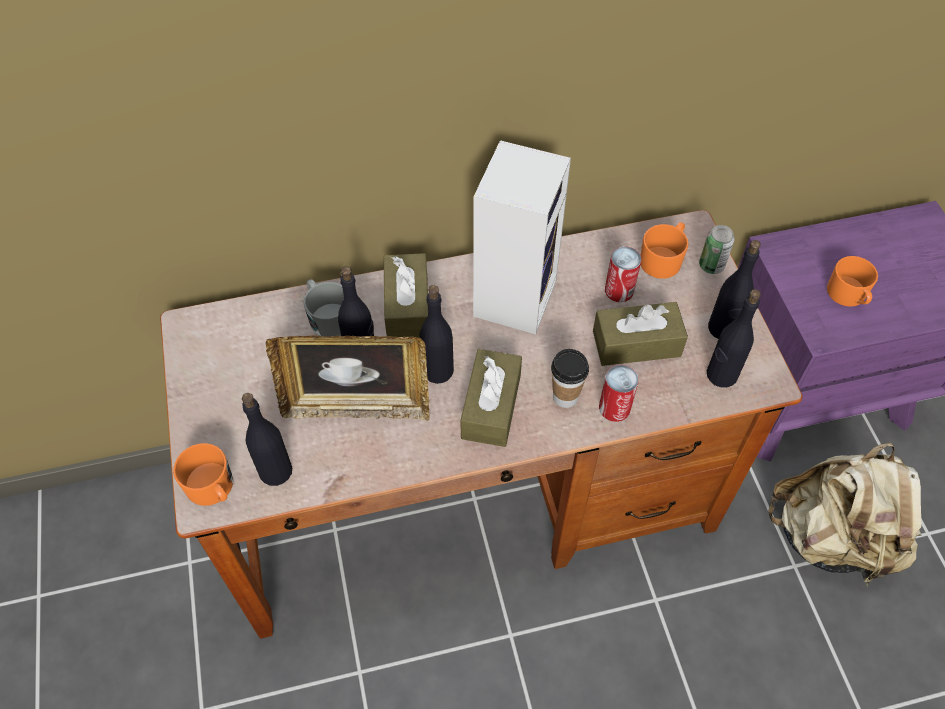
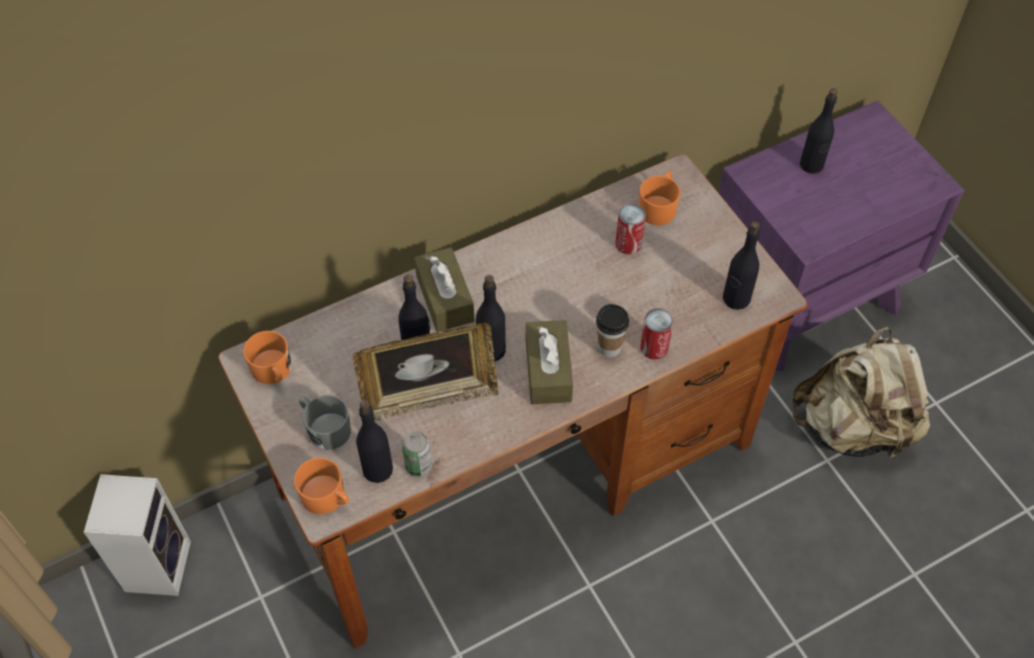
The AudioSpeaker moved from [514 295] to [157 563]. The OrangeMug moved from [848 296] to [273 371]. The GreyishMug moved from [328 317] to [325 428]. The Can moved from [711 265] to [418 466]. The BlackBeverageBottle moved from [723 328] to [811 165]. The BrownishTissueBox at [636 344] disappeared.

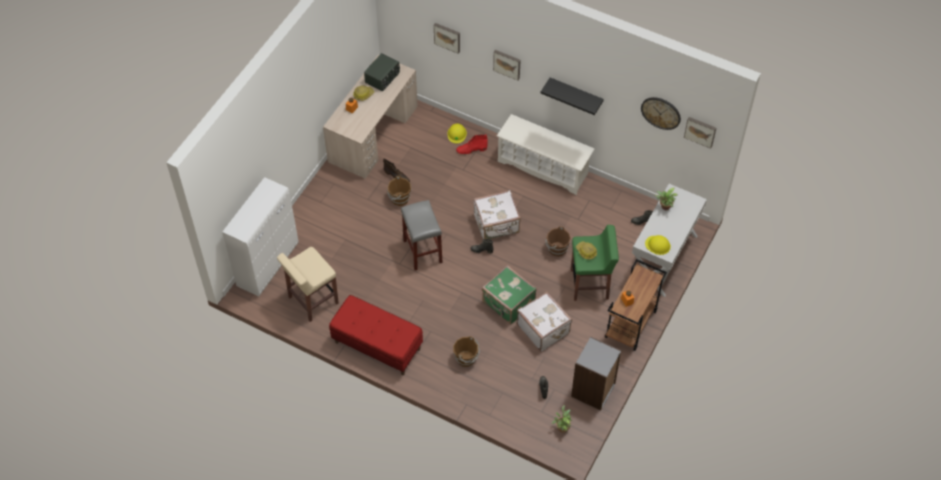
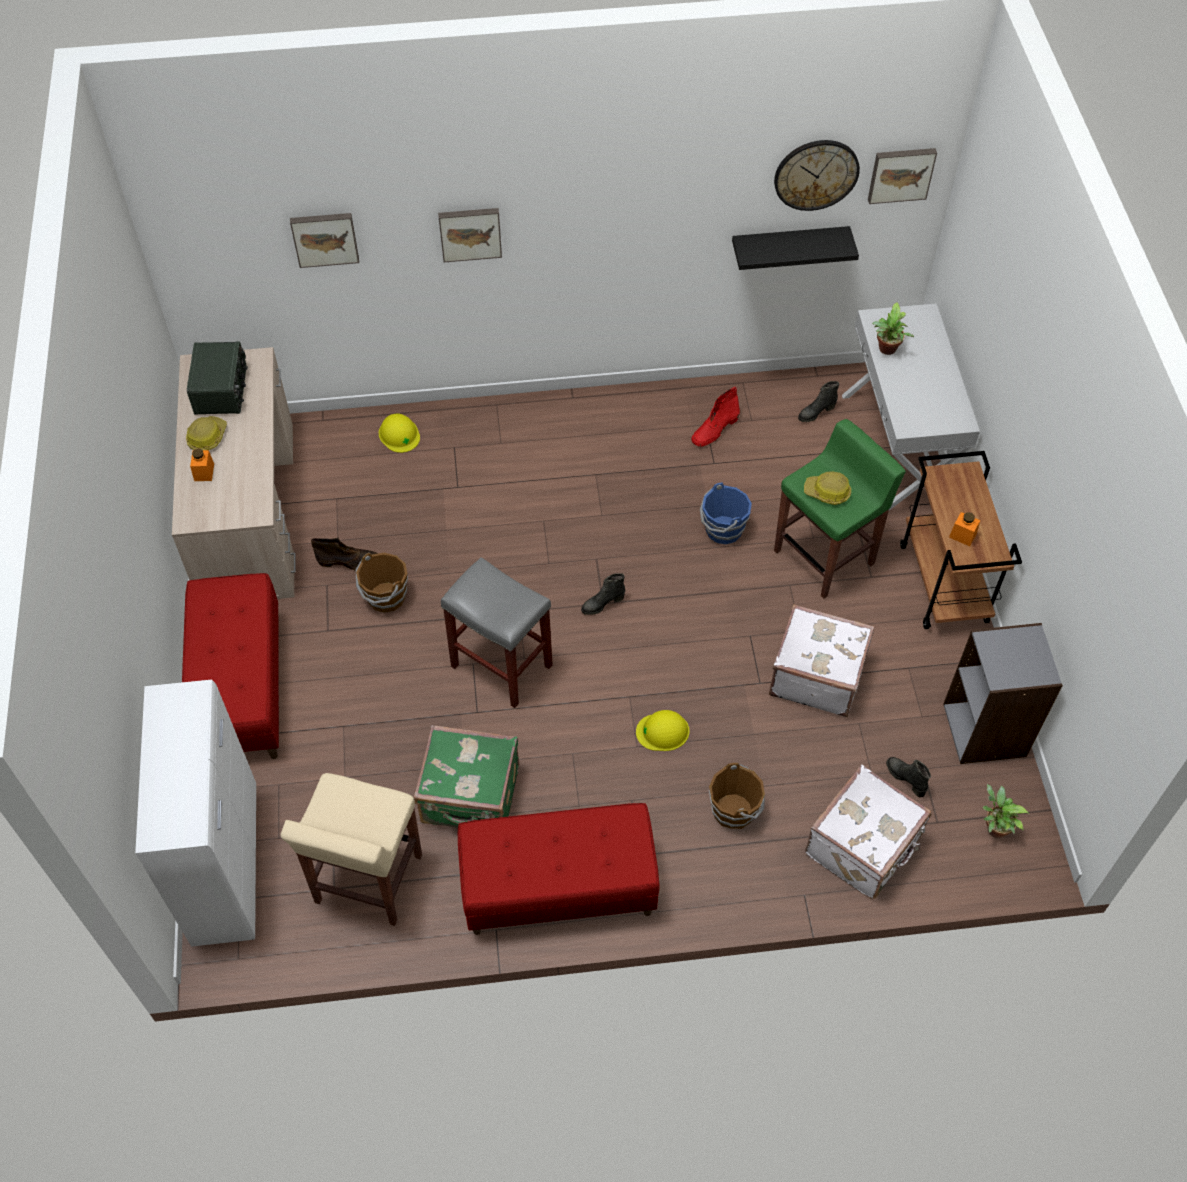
The RedIndoorBench at [241 690] appeared. The GreenColouredPieceOfLuggage moved from [508 303] to [471 797]. The YellowColouredSafetyHelmet moved from [658 245] to [663 731]. The RedHighTopBoot moved from [471 149] to [714 430]. The BrownishPail at [556 249] became the BlueColouredPail at [722 530]. The BlackBracketShelf moved from [576 94] to [789 245]. The WhitishPieceOfLuggage moved from [497 224] to [864 847]. The WhitishShoeRack at [543 167] disappeared.

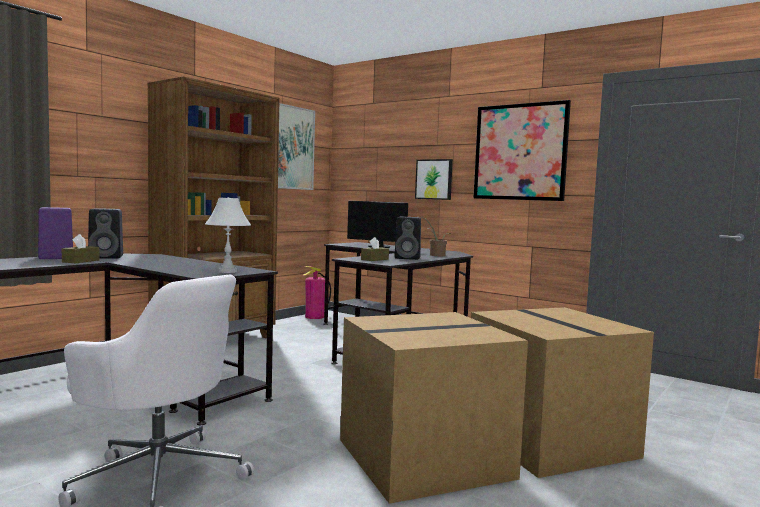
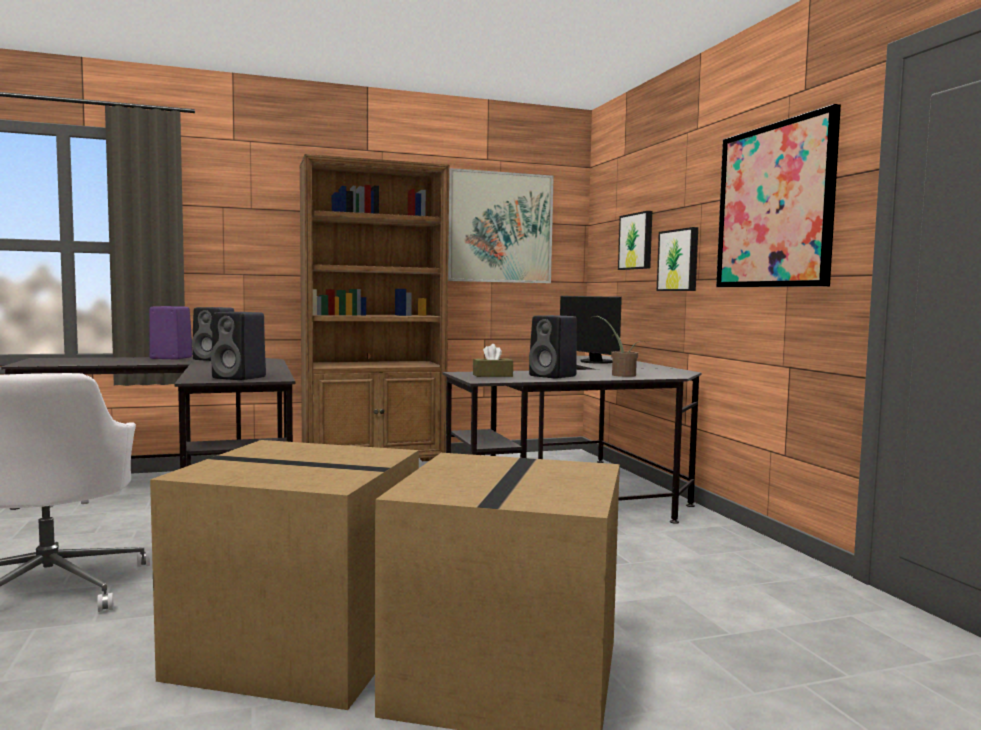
The WhitishTabletopLamp at [227 271] was replaced by the BlackAudioSpeaker at [241 378]. The WallArt at [637 241] appeared. The BrownishTissueBox at [81 261] disappeared. The Extinguisher at [314 317] disappeared.

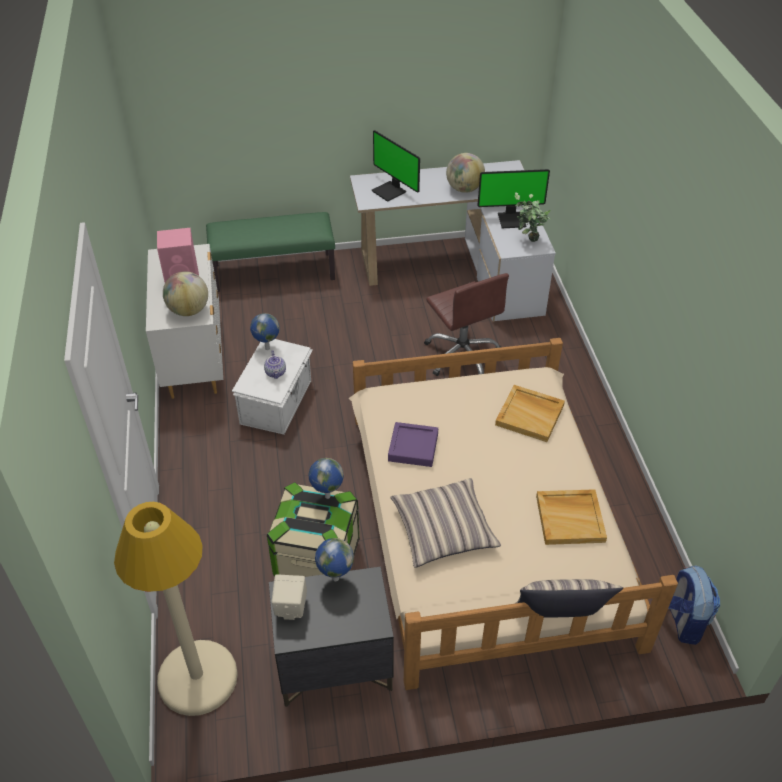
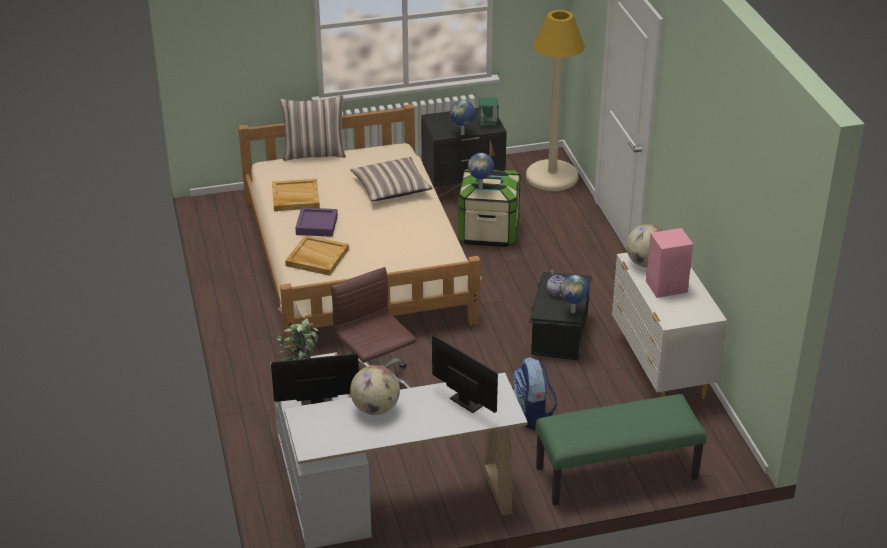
The PurpleCarryingTray moved from [413 447] to [317 225]. The BeigeAudioSpeaker at [290 607] became the GreenColouredAudioSpeaker at [488 121]. The Backpack moved from [682 620] to [532 415]. The WhitishStorageBox at [277 402] became the BlackStorageBox at [558 334].

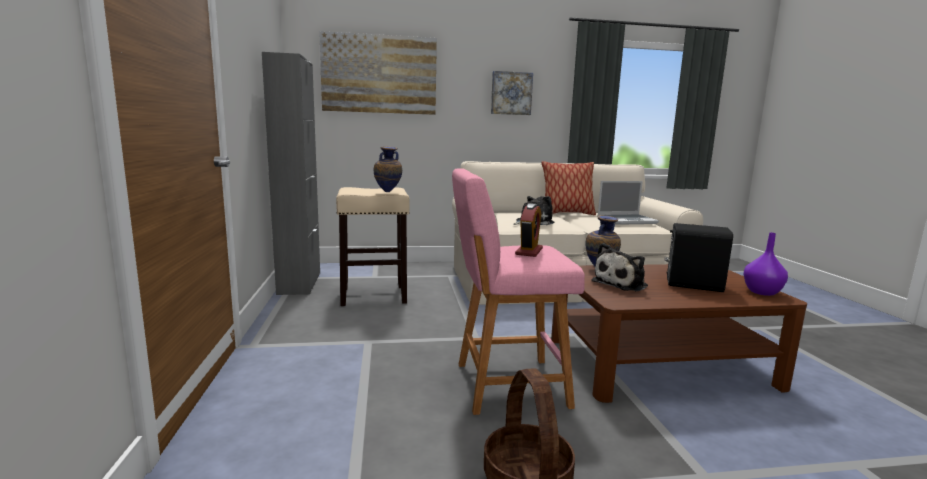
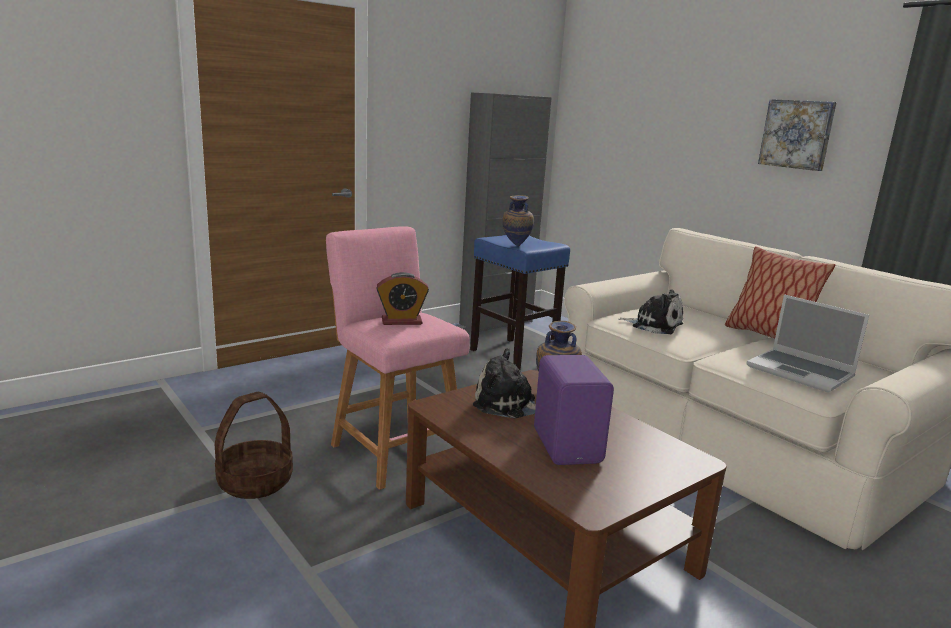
The BeigeSittingStool at [374 295] became the BlueColouredSittingStool at [514 354]. The BlackAudioSpeaker at [692 284] became the PurpleAudioSpeaker at [569 446]. The WallArt at [379 74] disappeared. The PurpleDecorativeVase at [763 292] disappeared.

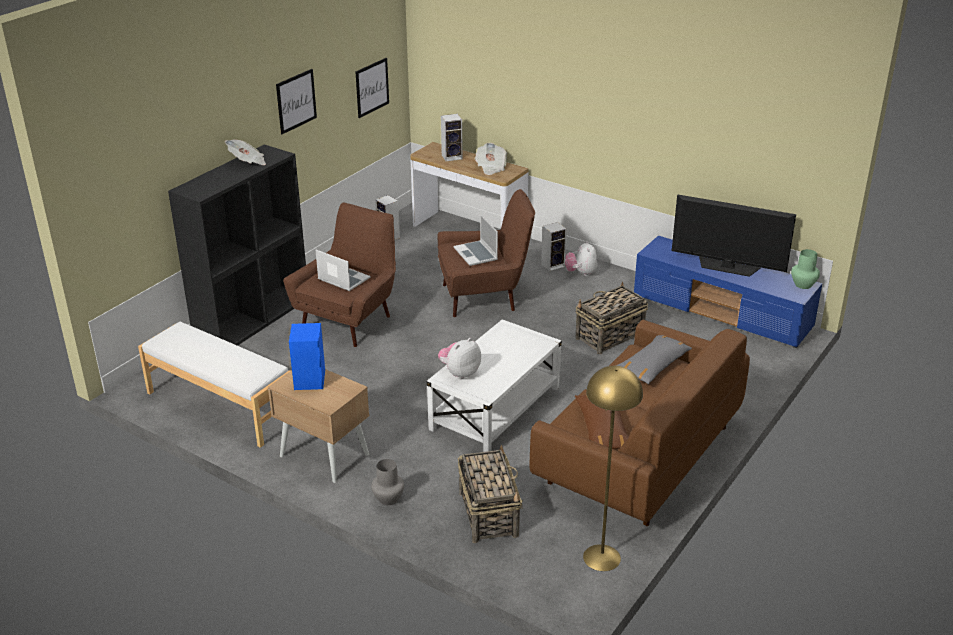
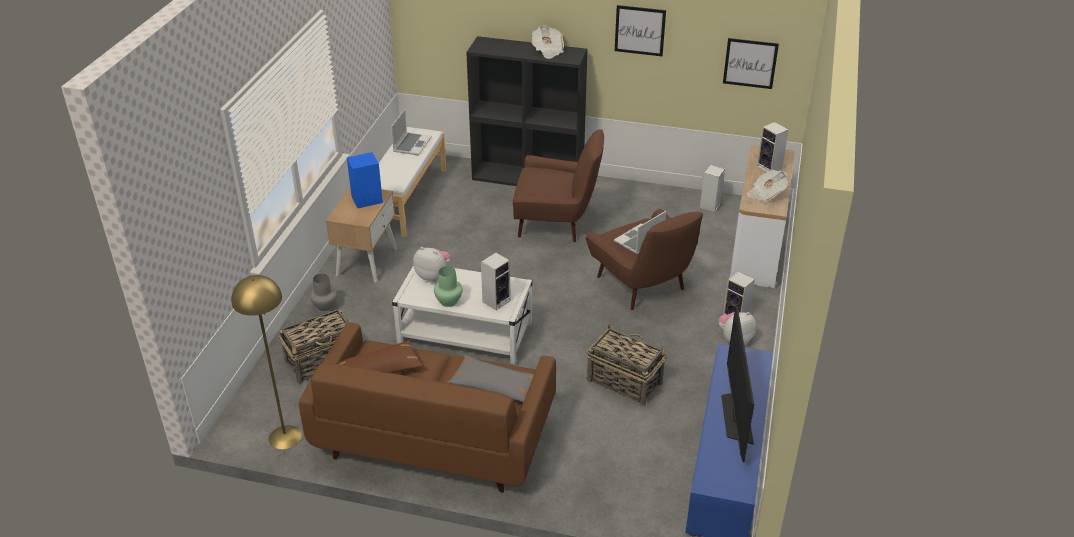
The PortableComputer moved from [343 279] to [411 144]. The GreenColouredDecorativeVase moved from [803 285] to [448 301]. The AudioSpeaker at [496 300] appeared.

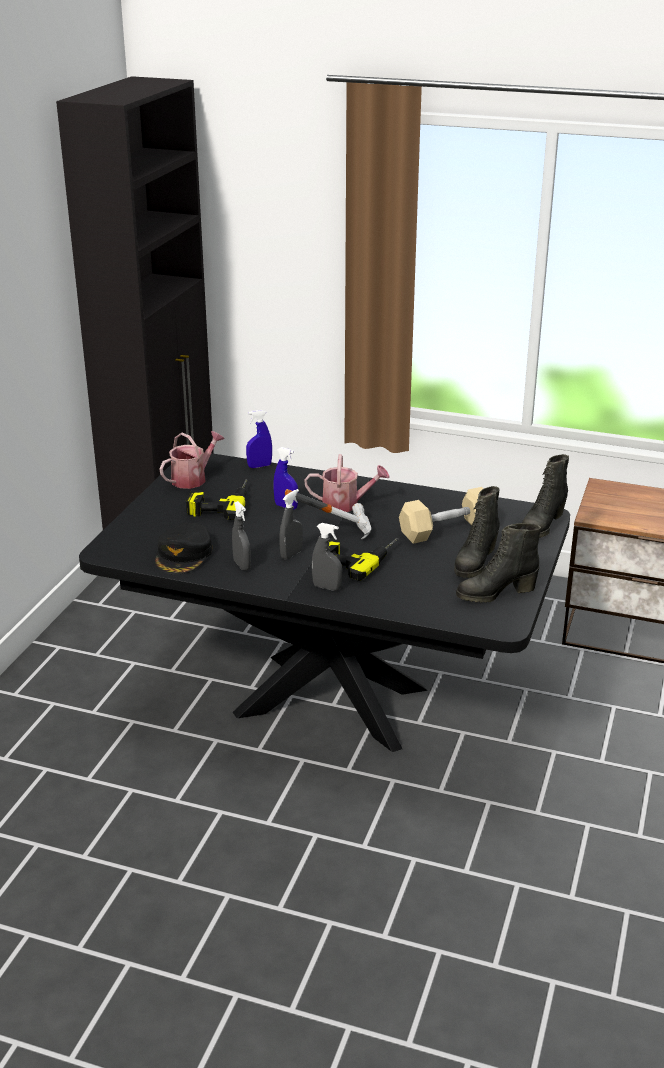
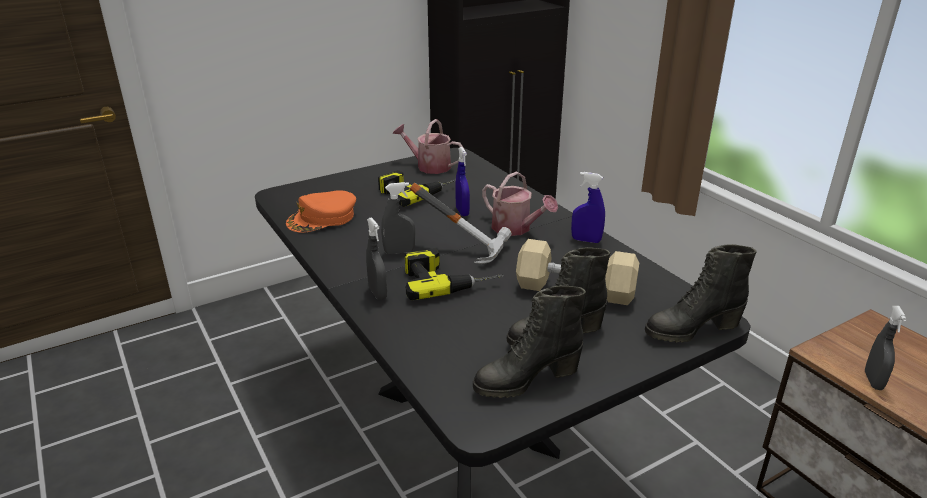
The BlackCap at [184 555] became the OrangeCap at [322 218]. The WateringPot at [193 478] turned 150 degrees counterclockwise. The BlackHighTopBoot at [495 593] turned 45 degrees counterclockwise. The BlueColouredSprayer moved from [259 466] to [586 240]. The GreyishSprayer moved from [242 565] to [873 381].

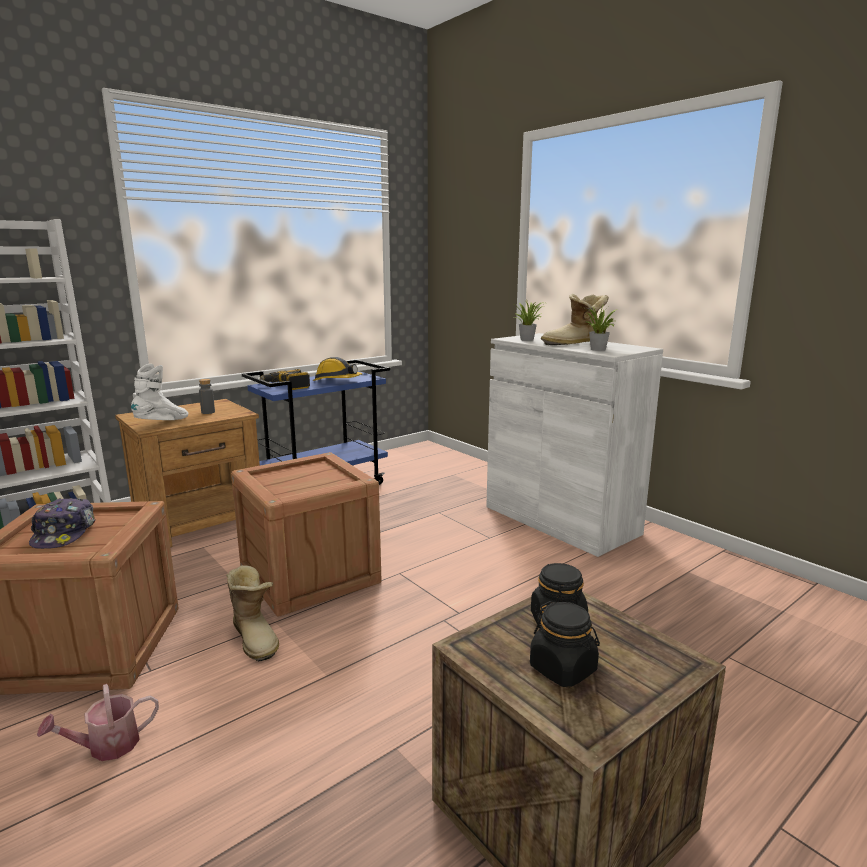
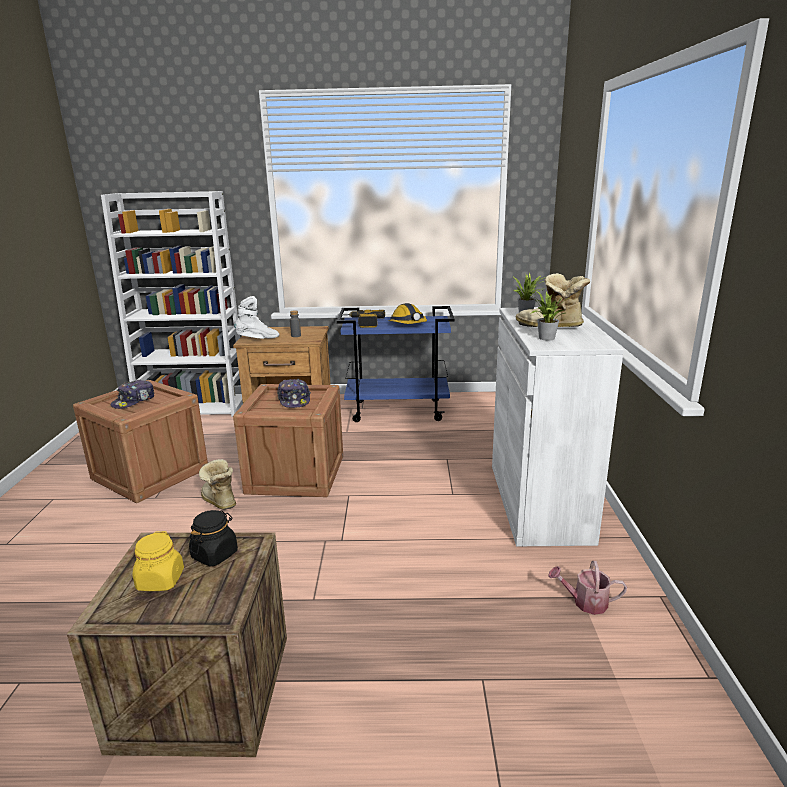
The BlackPreserveJar at [563 669] became the YellowColouredPreserveJar at [160 580]. The HighTopBoot at [256 637] turned 135 degrees clockwise. The Cap at [294 400] appeared. The WateringPot moved from [106 746] to [585 602].

